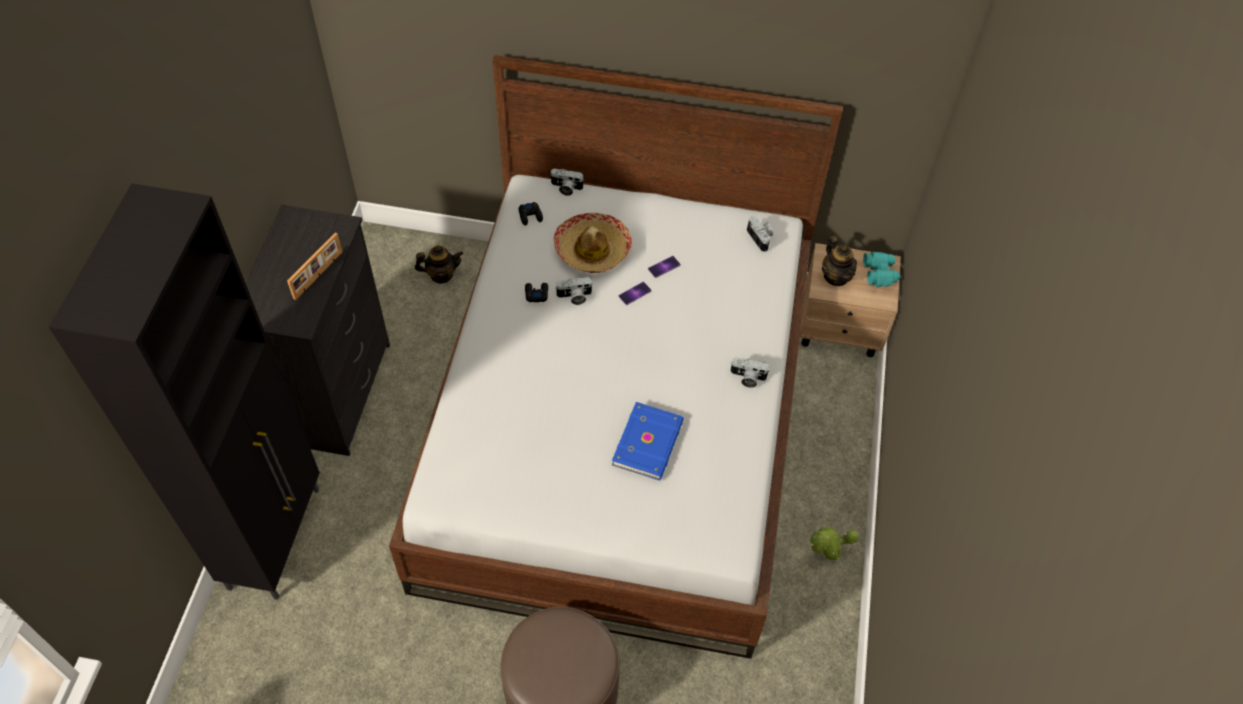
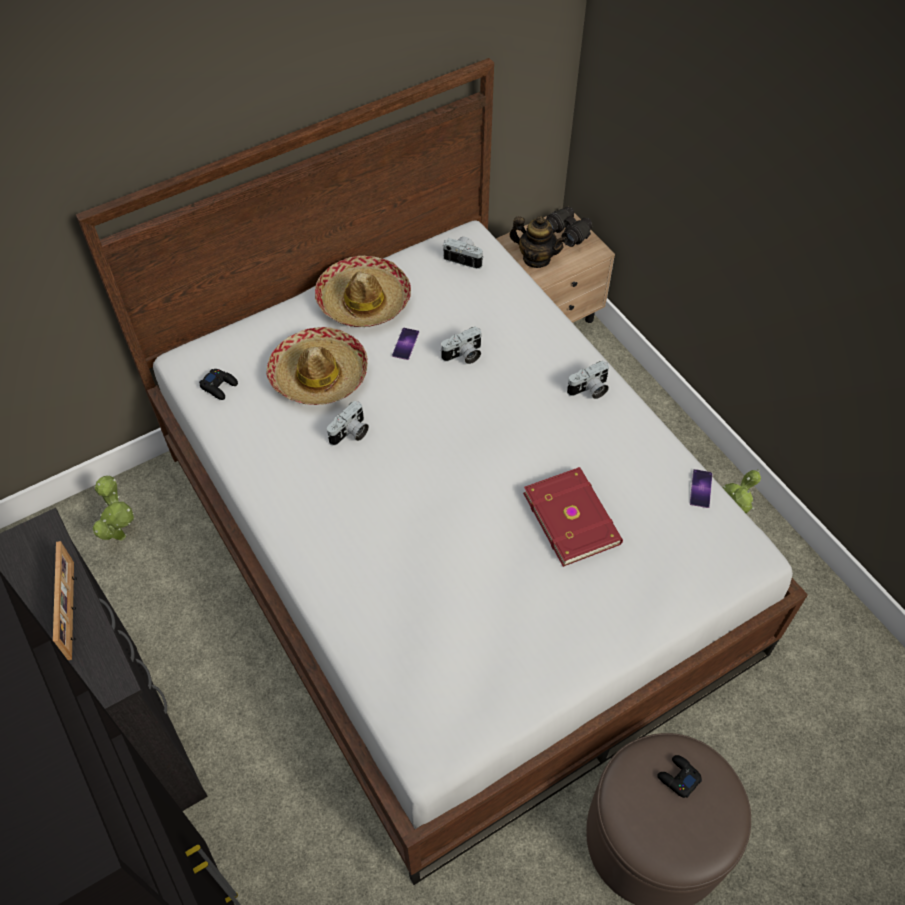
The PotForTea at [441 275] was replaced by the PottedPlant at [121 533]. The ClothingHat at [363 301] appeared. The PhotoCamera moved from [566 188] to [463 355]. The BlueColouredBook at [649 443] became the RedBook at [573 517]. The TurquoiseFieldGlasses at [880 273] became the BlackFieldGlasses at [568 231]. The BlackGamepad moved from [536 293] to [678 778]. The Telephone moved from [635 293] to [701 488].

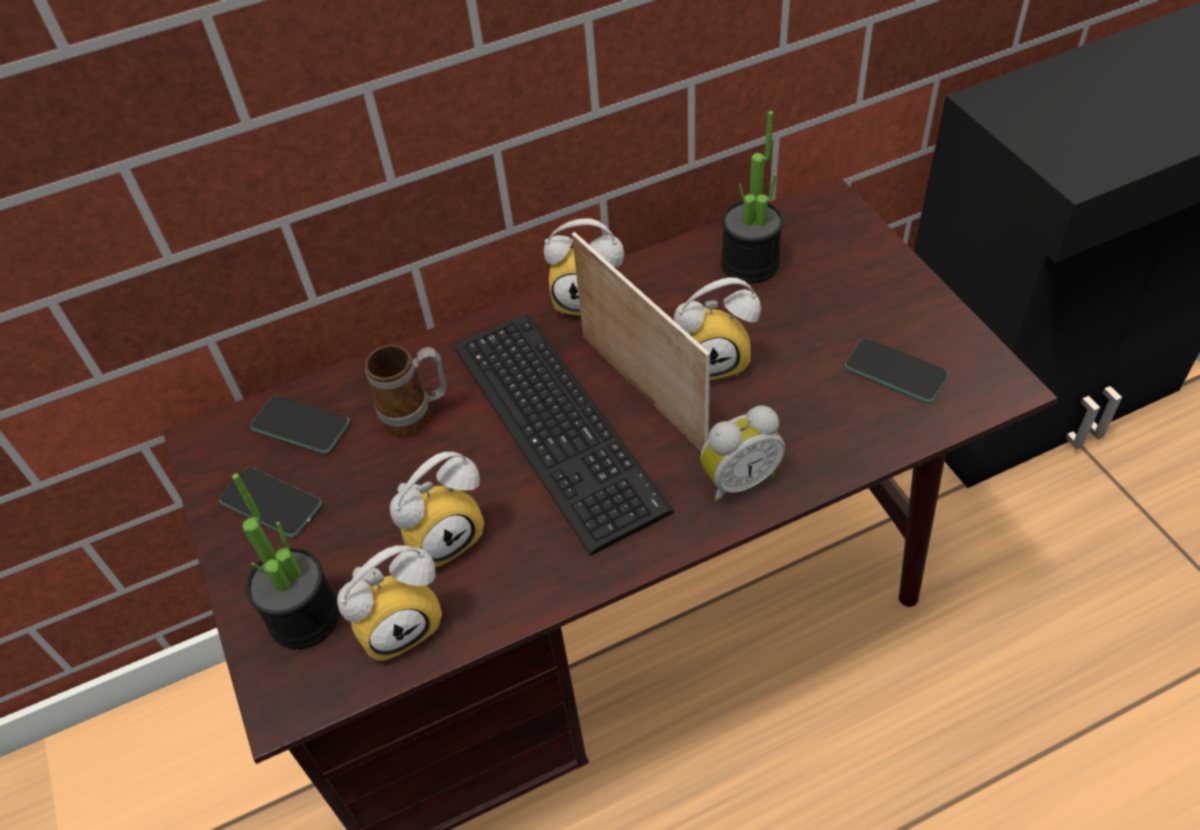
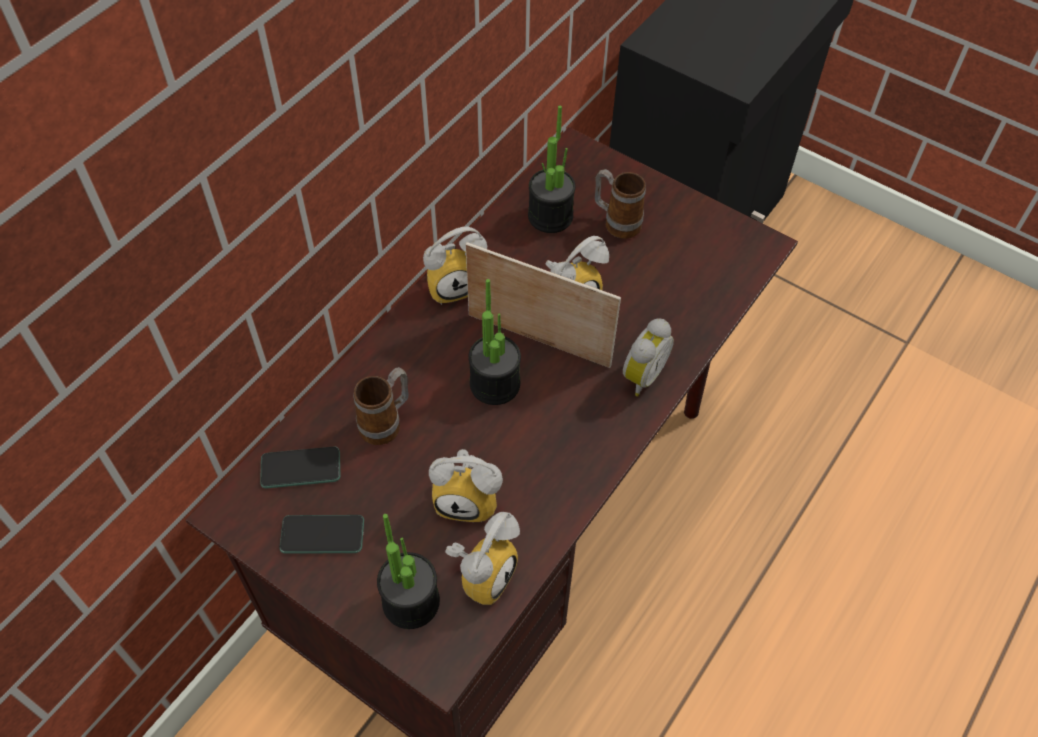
The AlarmClock at [444 534] turned 75 degrees clockwise. The Keyboard at [560 421] was replaced by the PottedPlant at [495 384]. The Mug at [616 222] appeared. The Telephone at [895 372] disappeared.

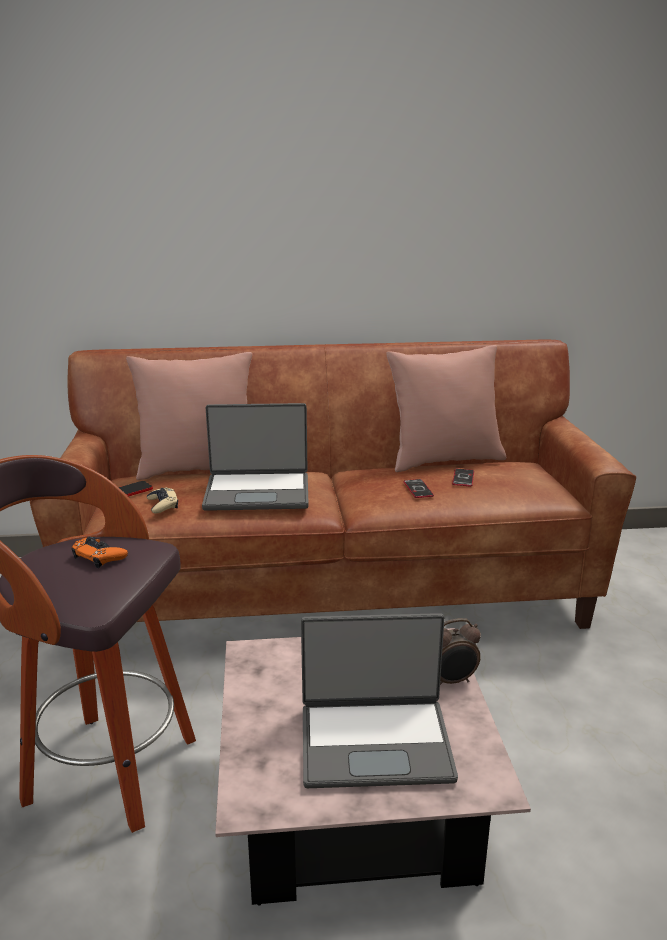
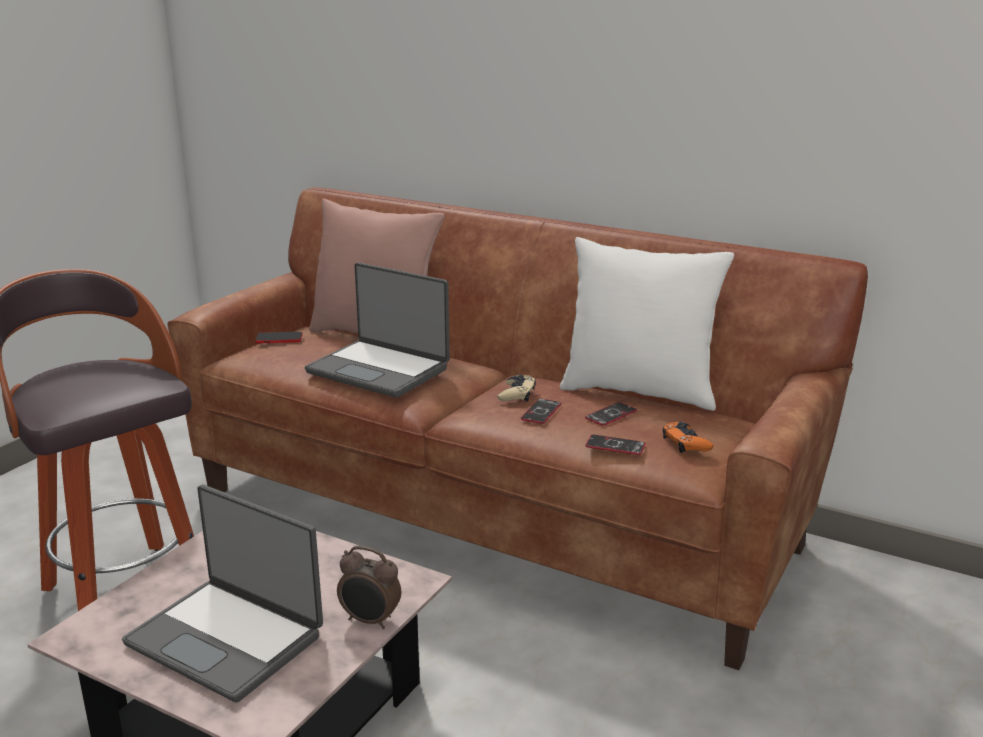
The BeigeGamepad moved from [163 504] to [517 394]. The PinkColouredThrowPillow at [444 460] became the WhitishThrowPillow at [639 391]. The Telephone at [615 446] appeared. The OrangeGamepad moved from [99 556] to [685 443].

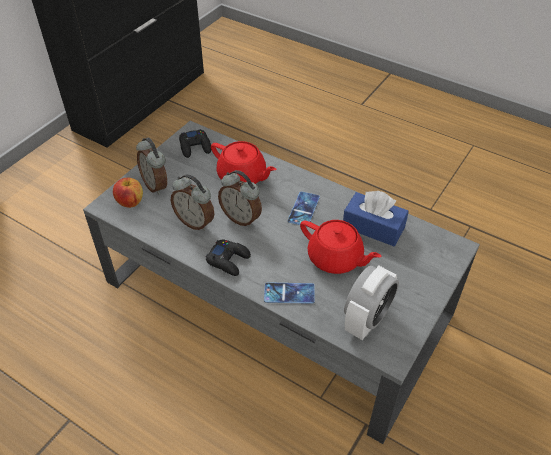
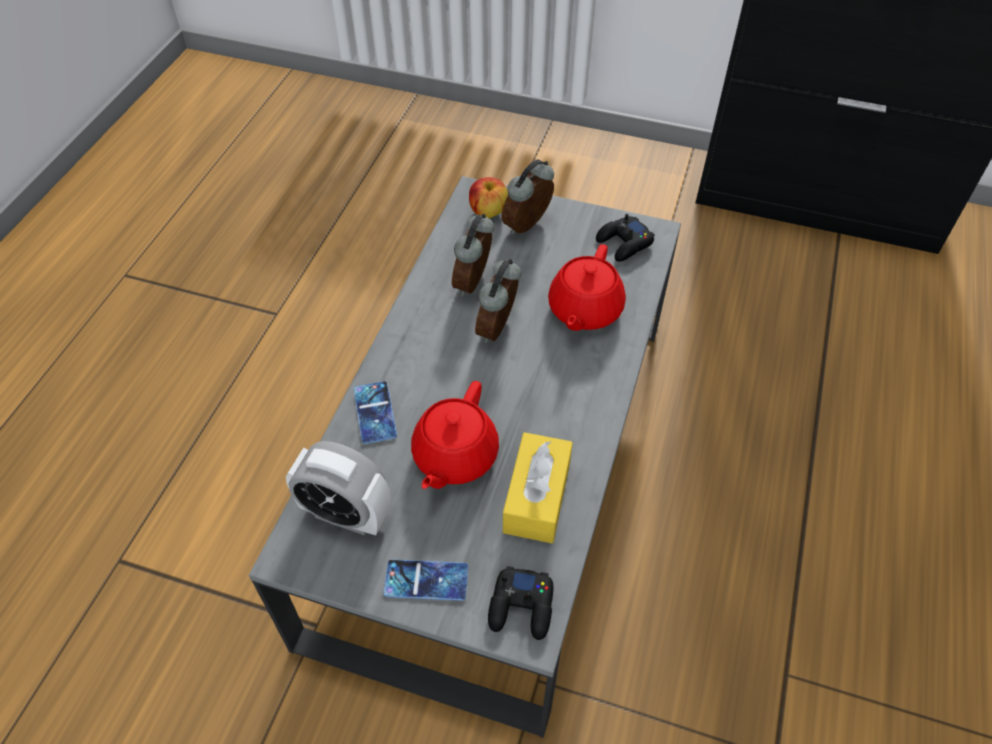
The Telephone moved from [303 209] to [426 580]. The BlackGamepad moved from [228 260] to [522 607]. The BlueColouredTissueBox at [373 227] became the YellowColouredTissueBox at [537 497].

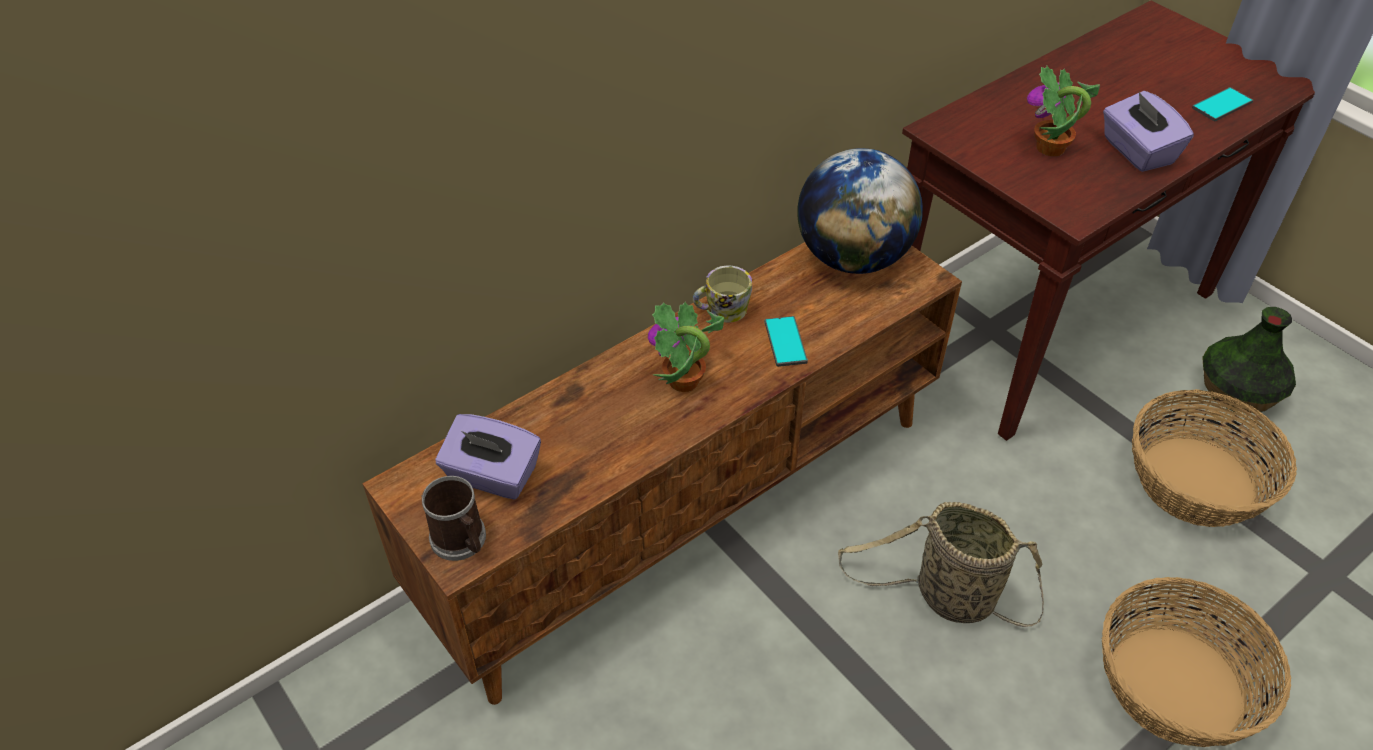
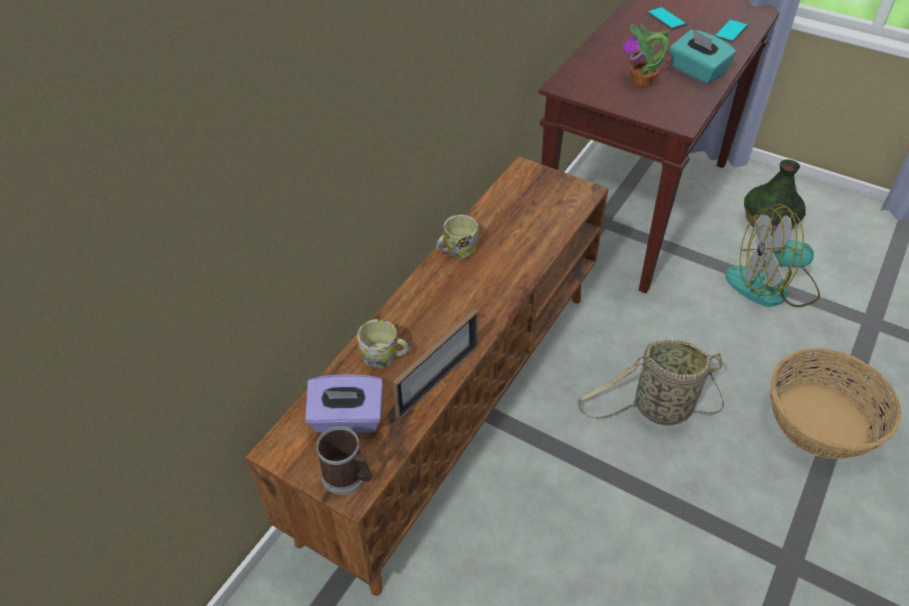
The Mug at [384 356] appeared. The StandingFrame at [438 380] appeared. The Telephone moved from [785 342] to [666 19]. The PurpleTissueBox at [1137 151] became the TurquoiseTissueBox at [696 72]. The Basket at [1196 482] was replaced by the CoolingFan at [771 287]. The PottedPlant at [683 382] disappeared. The Globe at [852 258] disappeared.

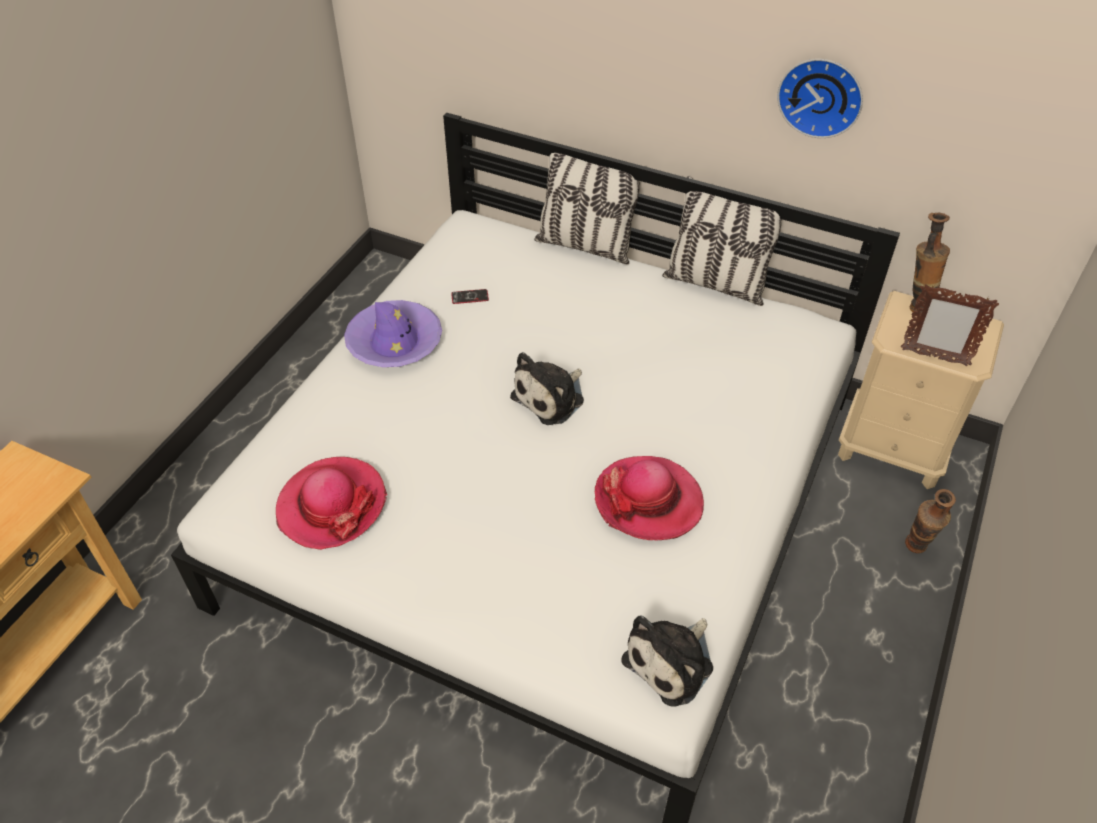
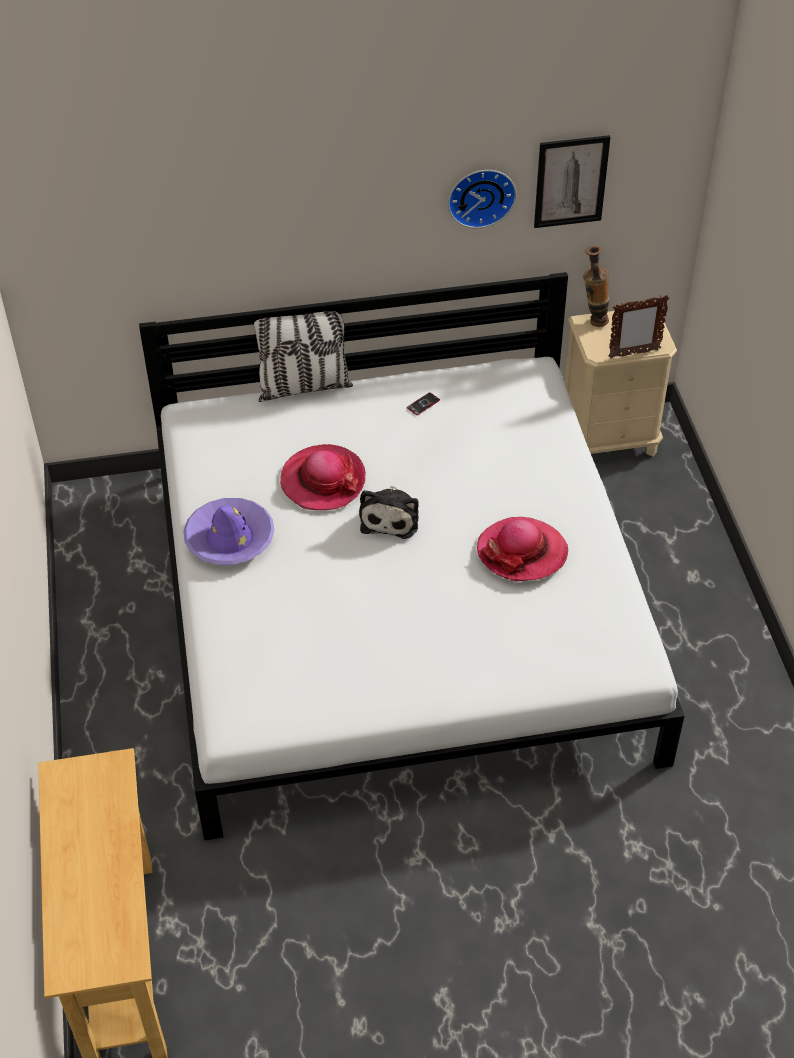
The ClothingHat moved from [331 505] to [323 480]. The Telephone moved from [470 297] to [423 404]. The WallArt at [571 181] appeared. The CuddlyToy at [672 662] disappeared. The ThrowPillow at [716 284] disappeared. The DecorativeVase at [915 551] disappeared.

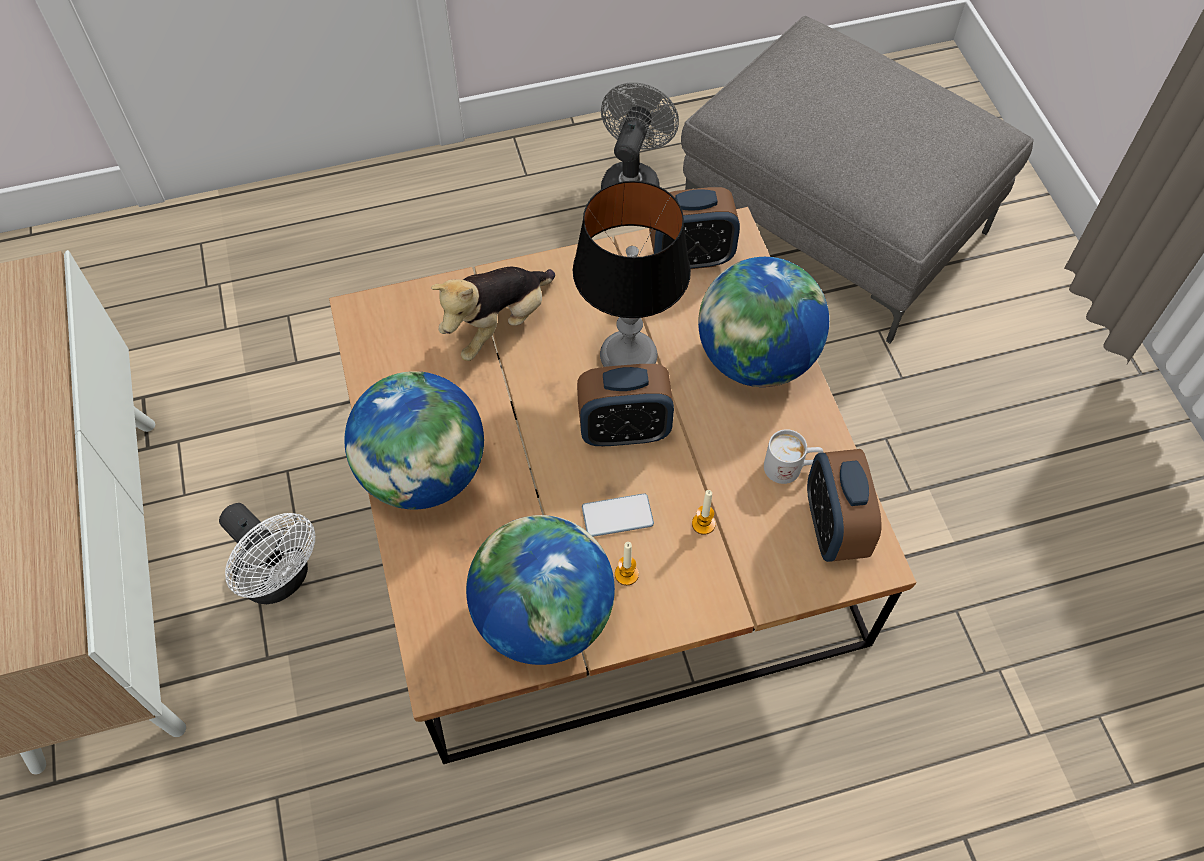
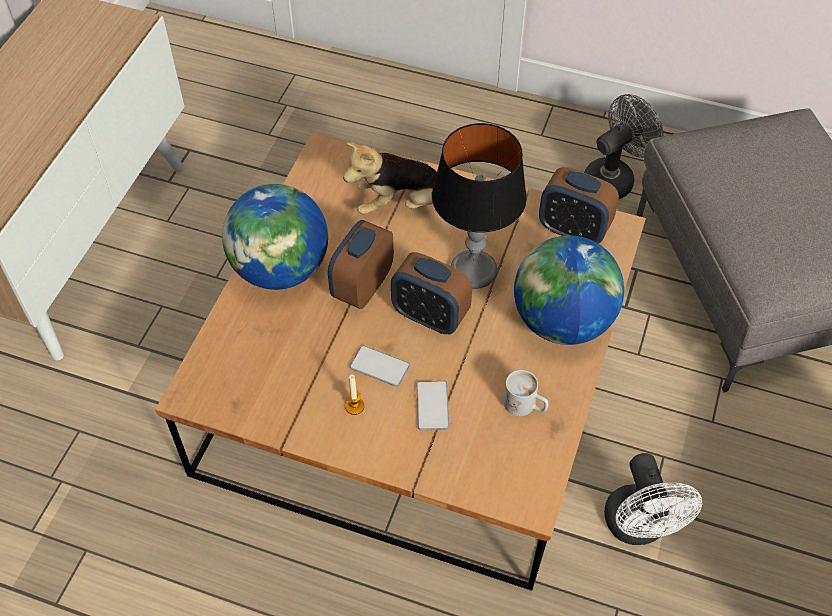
The AlarmClock moved from [833 527] to [362 286]. The WaxLight at [703 524] was replaced by the Telephone at [432 406]. The WhitishCoolingFan moved from [280 579] to [638 527]. The Globe at [543 617] disappeared.

